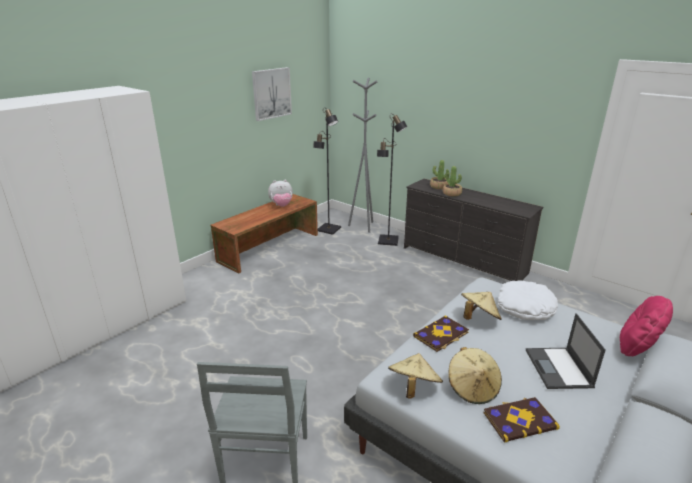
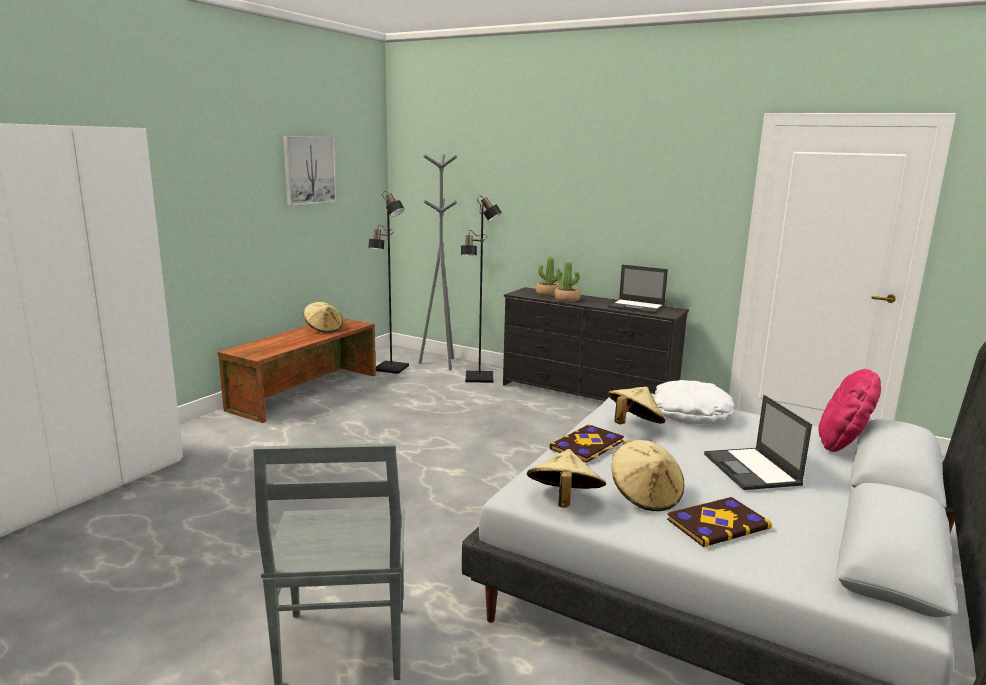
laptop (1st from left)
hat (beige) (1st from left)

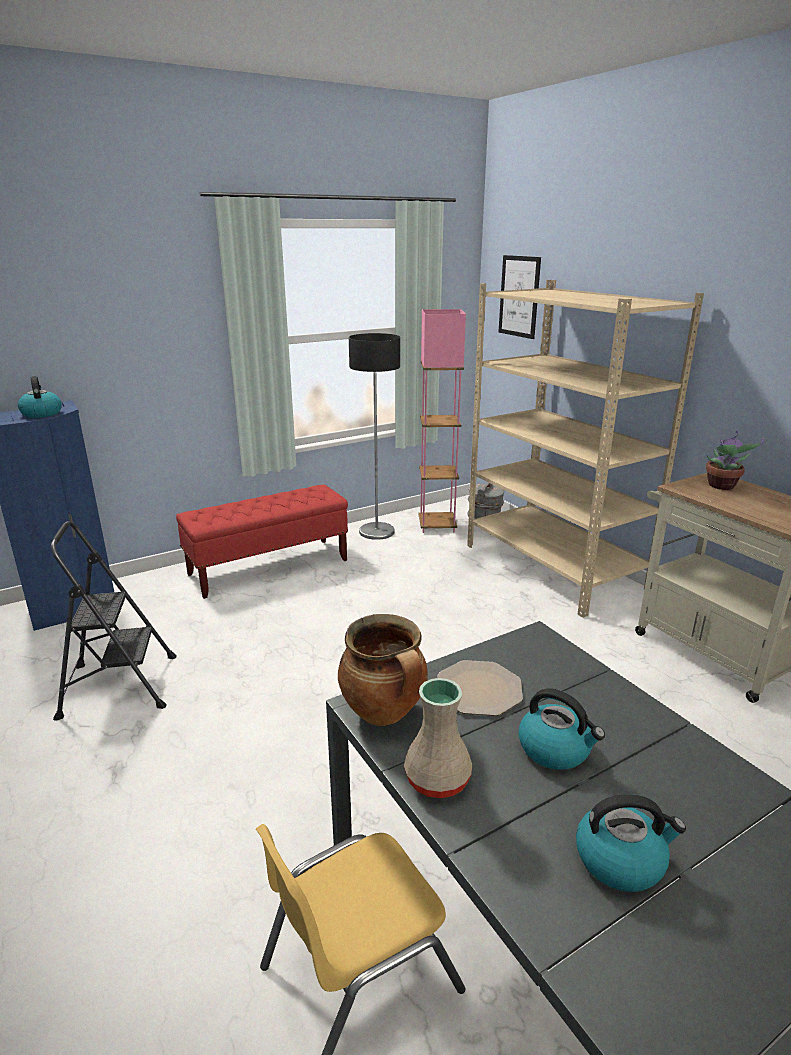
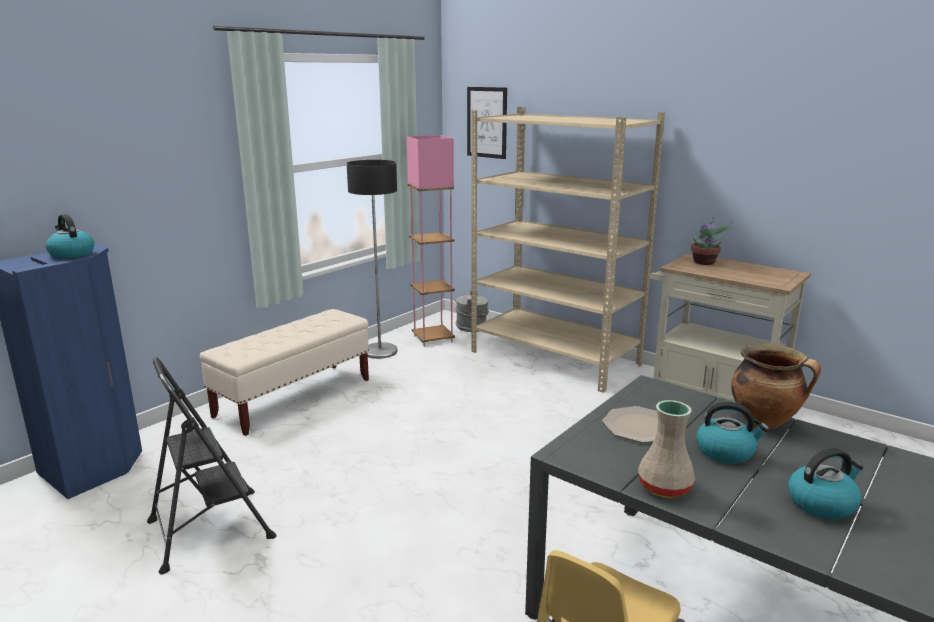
cooking pot
bench (beige)

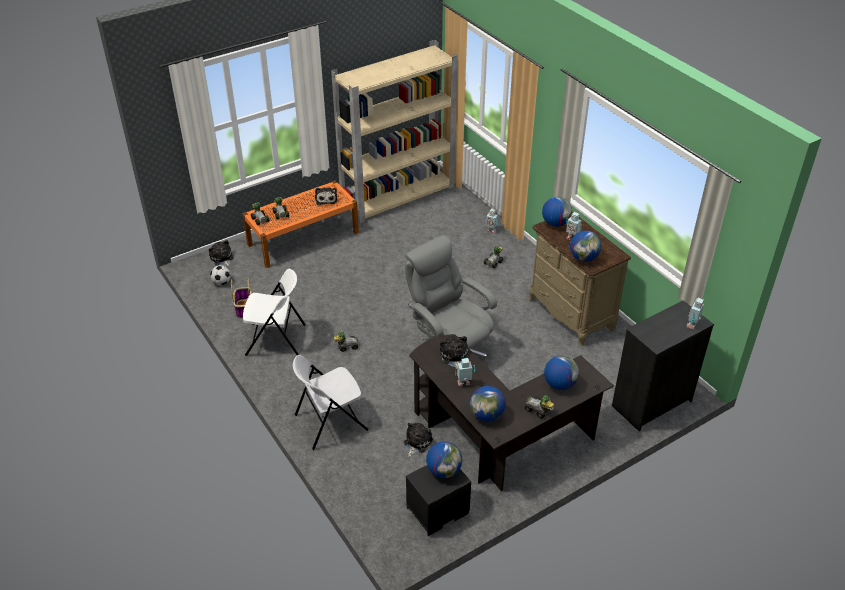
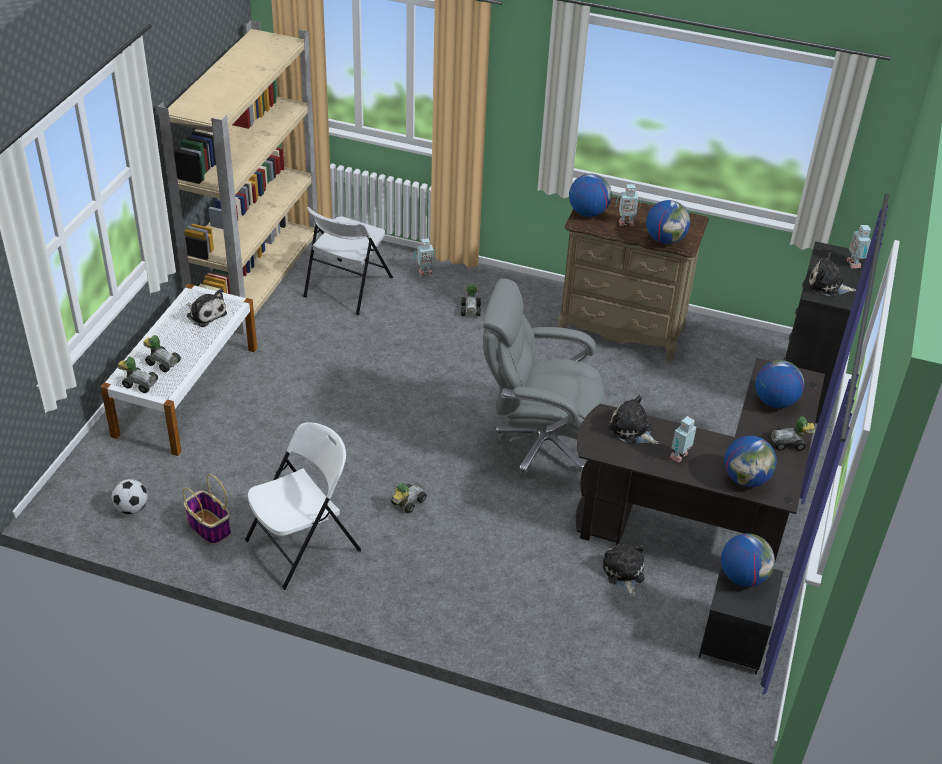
plush toy (4th from left)
chair (white) (2nd from left)
bench (white)

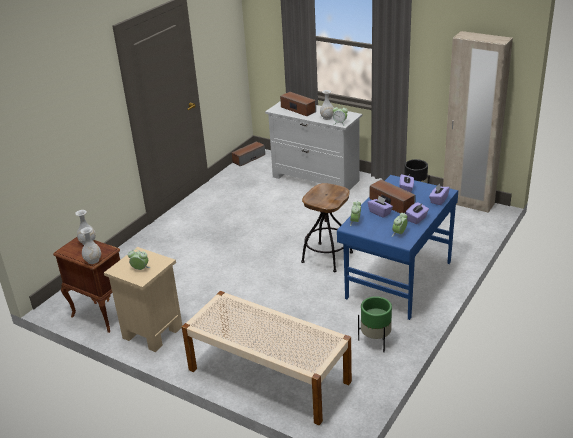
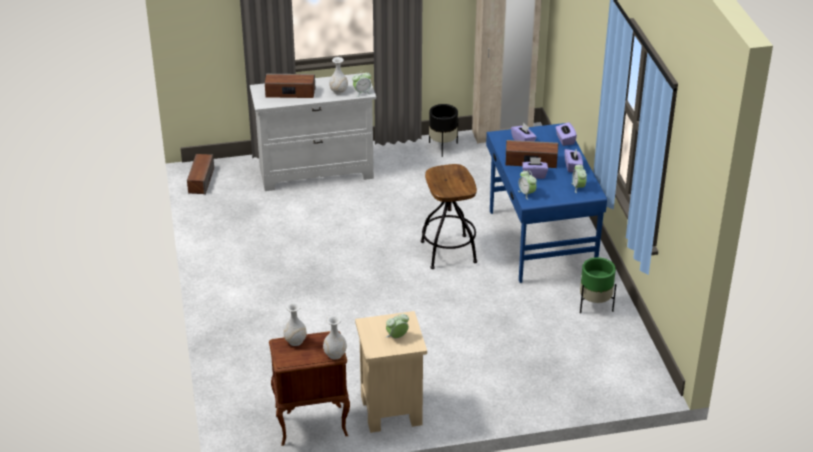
bench (beige)

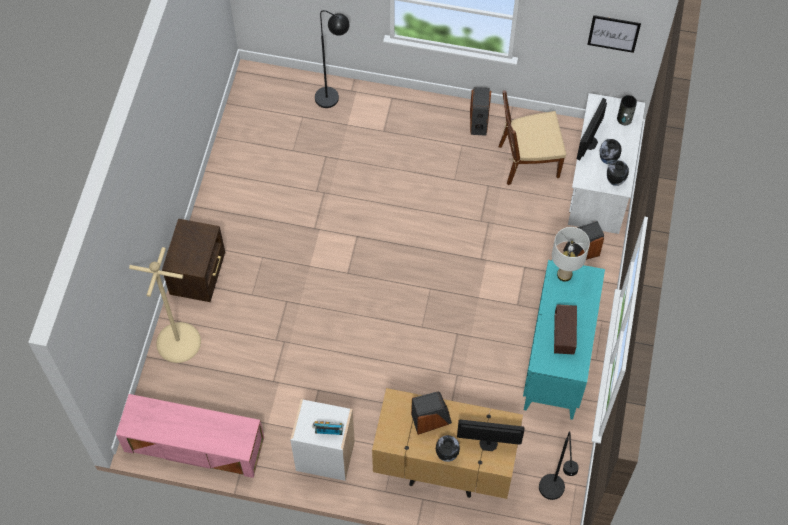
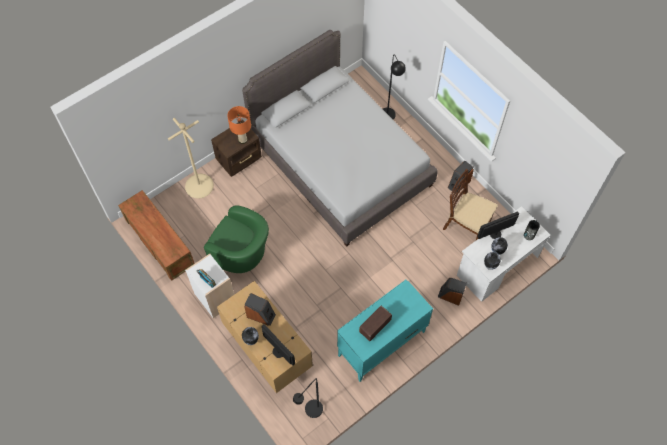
table lamp (white)
picture
armchair (green)
table lamp (orange)
bed (grey)
bench (brown)

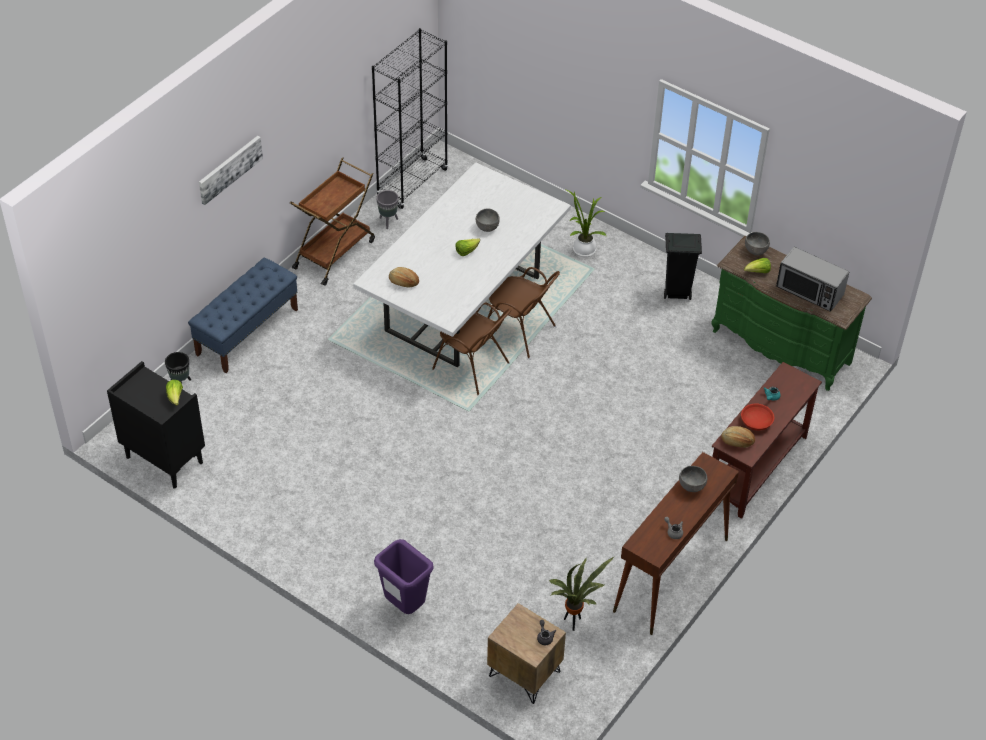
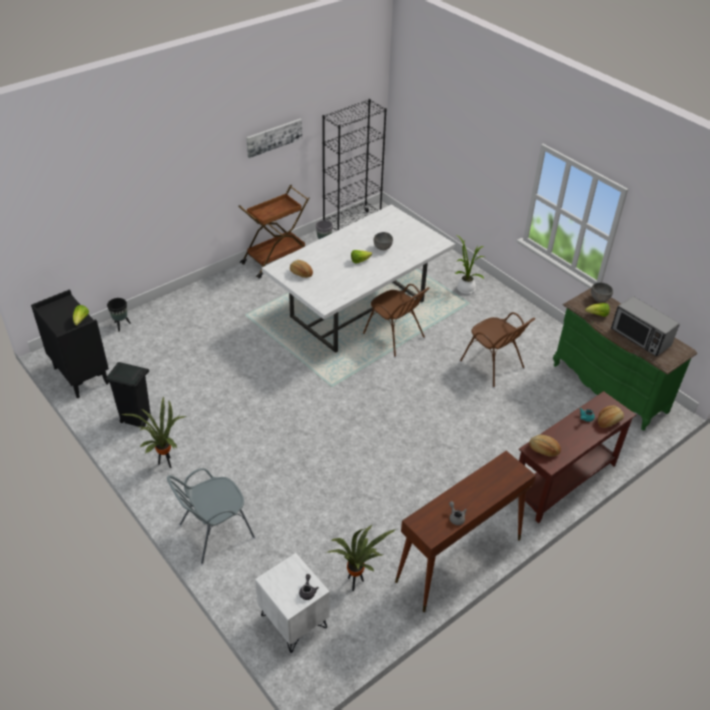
bench (blue)
bowl (grey) (2nd from left in the first image)
bowl (red)
potted plant (1st from left)
bread (3rd from left)
picture
chair (brown) (2nd from left)
trash can (black)
chair (grey)
nightstand (white)

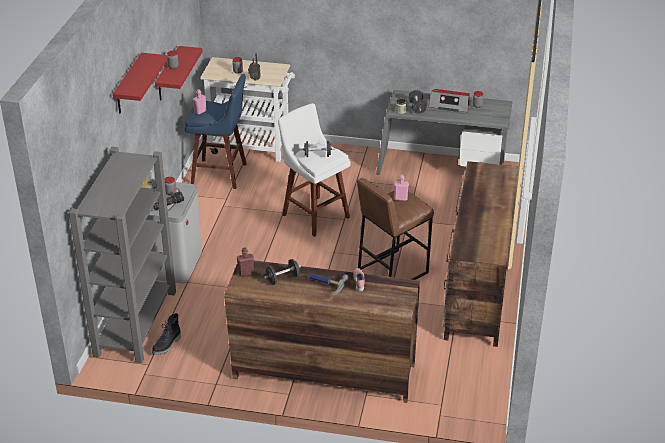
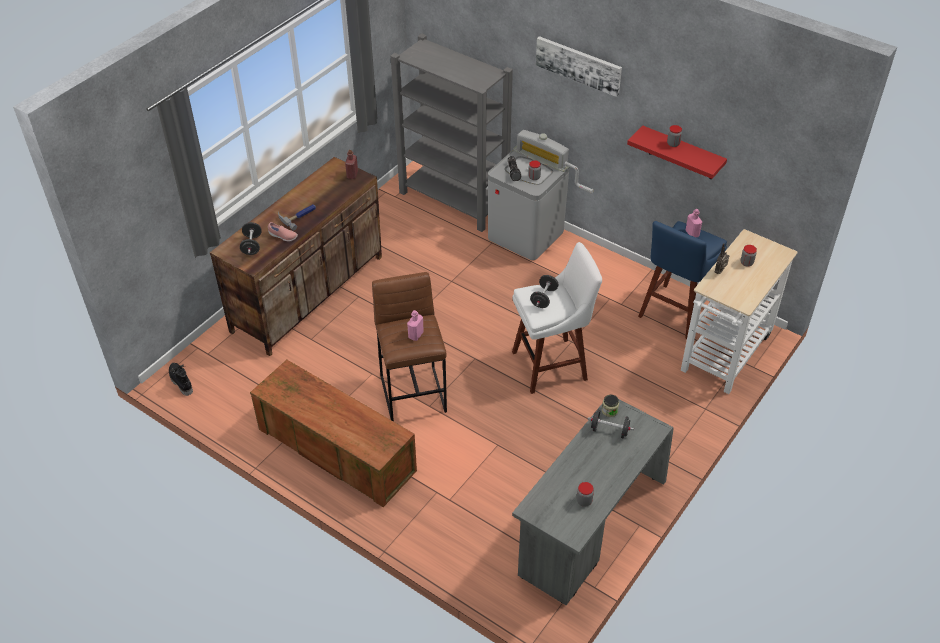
radio (2nd from left in the first image)
boot (black)
dumbbell (black) (1st from left)
picture
bench (brown)

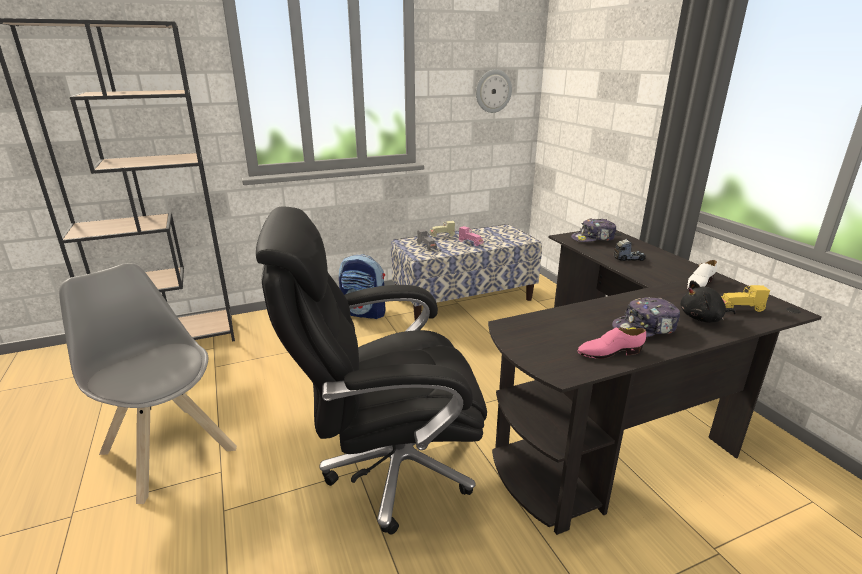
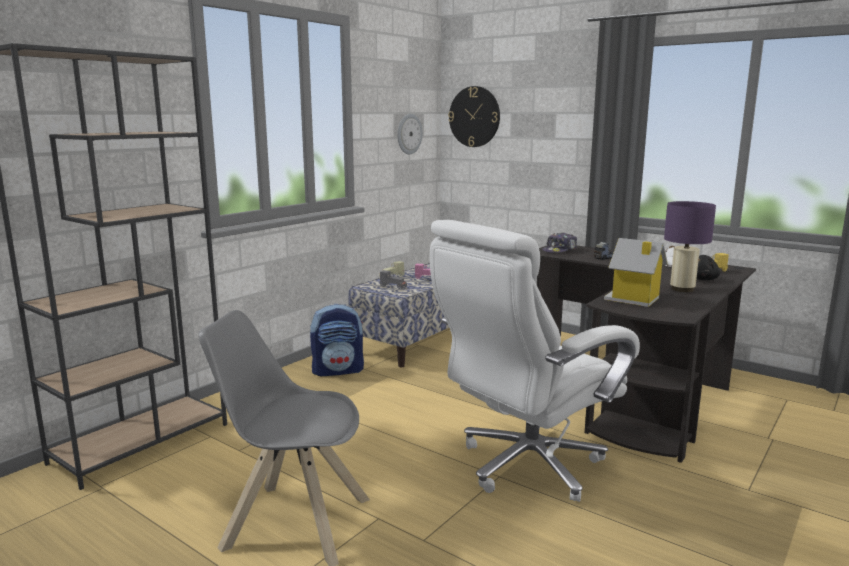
shoe (pink)
wall clock (2nd from left)
toy house
table lamp (purple)
office chair (white)

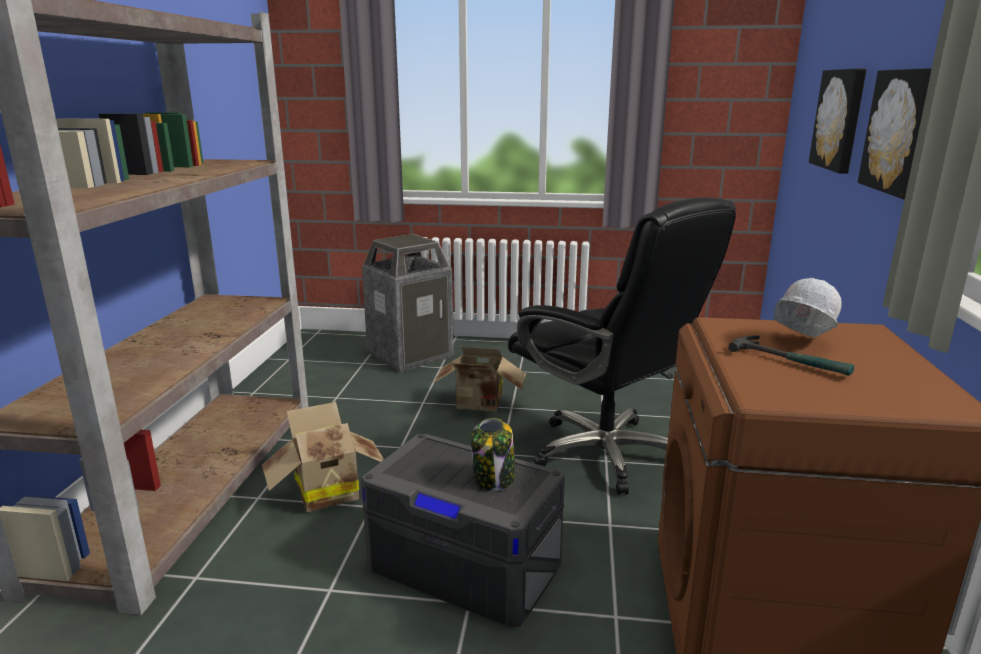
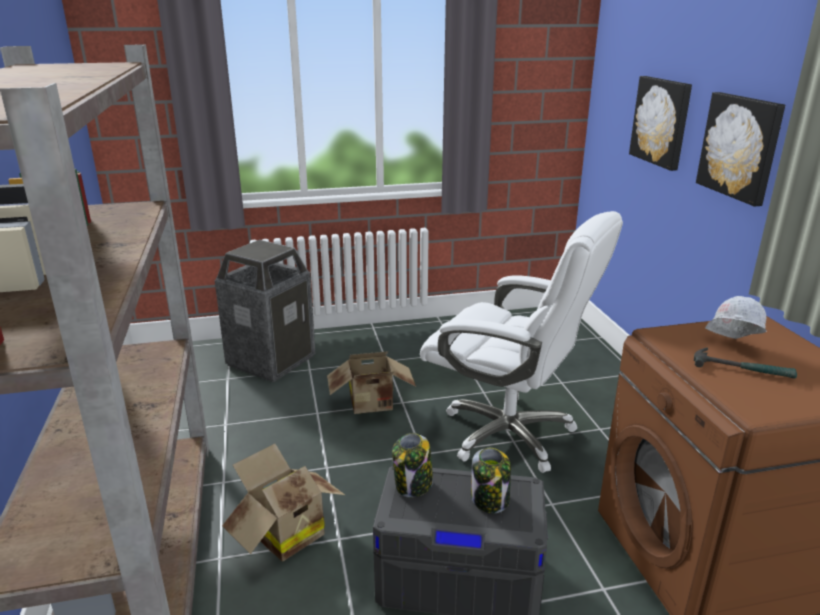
jar (1st from left)
office chair (white)

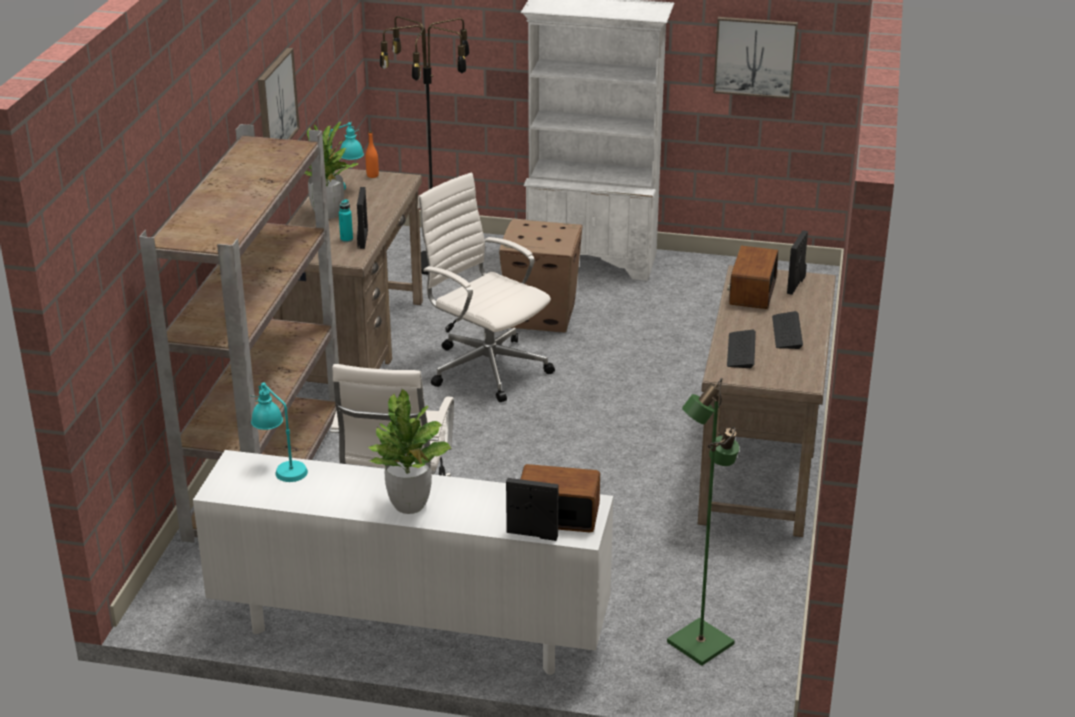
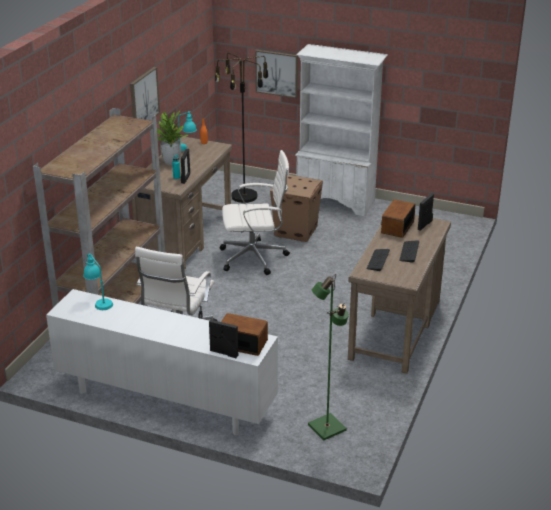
potted plant (2nd from left in the first image)
picture (2nd from left)
office chair (white) (2nd from left)

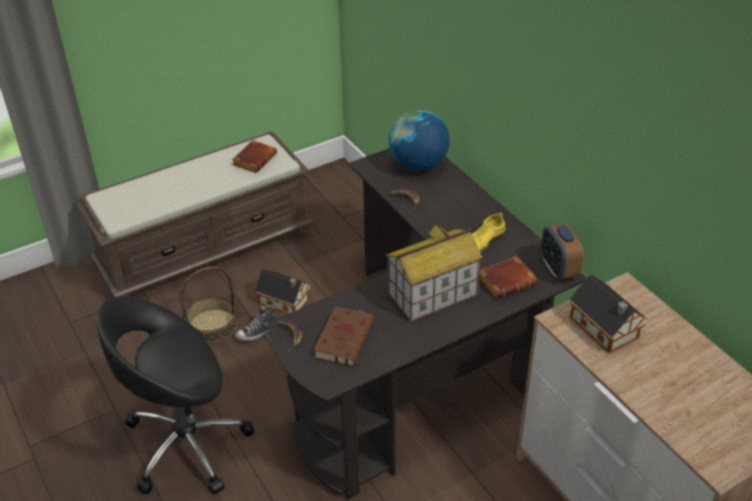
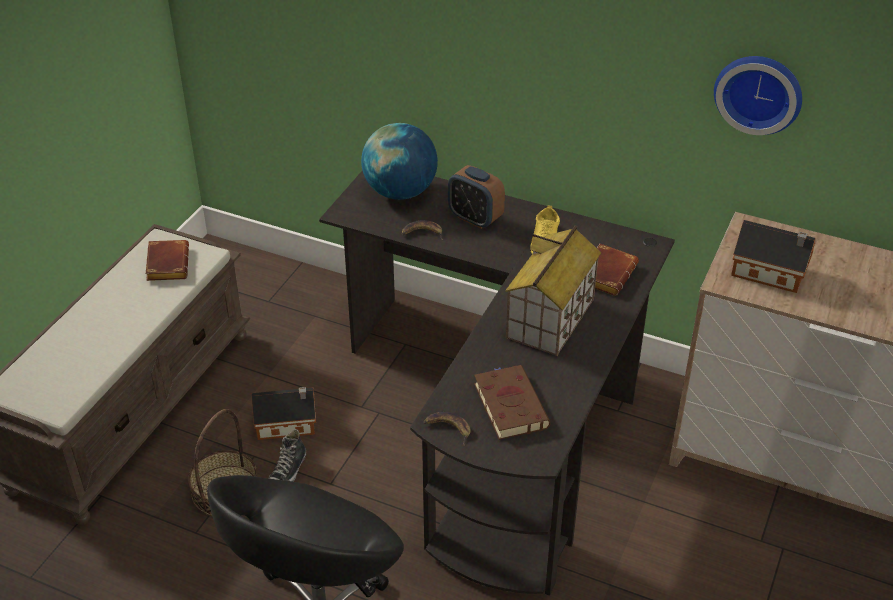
wall clock
alarm clock

